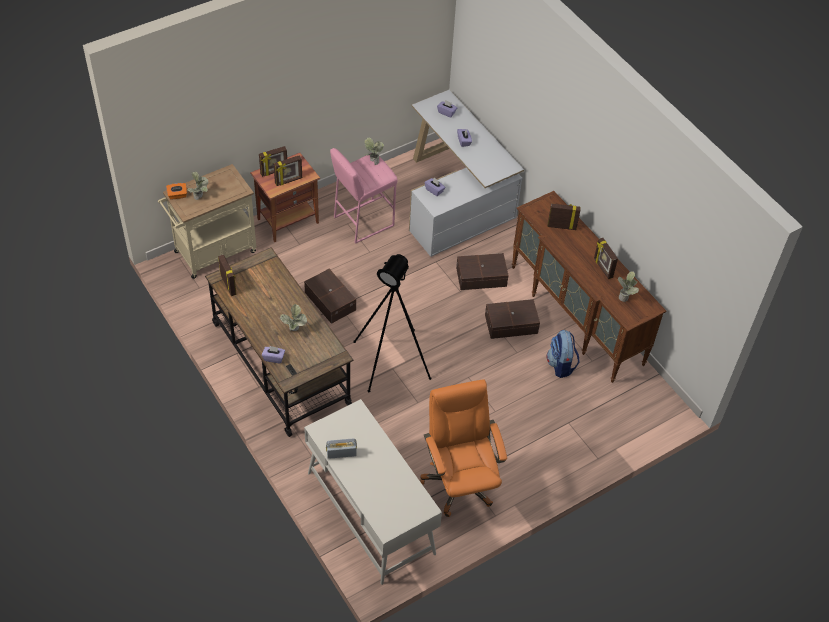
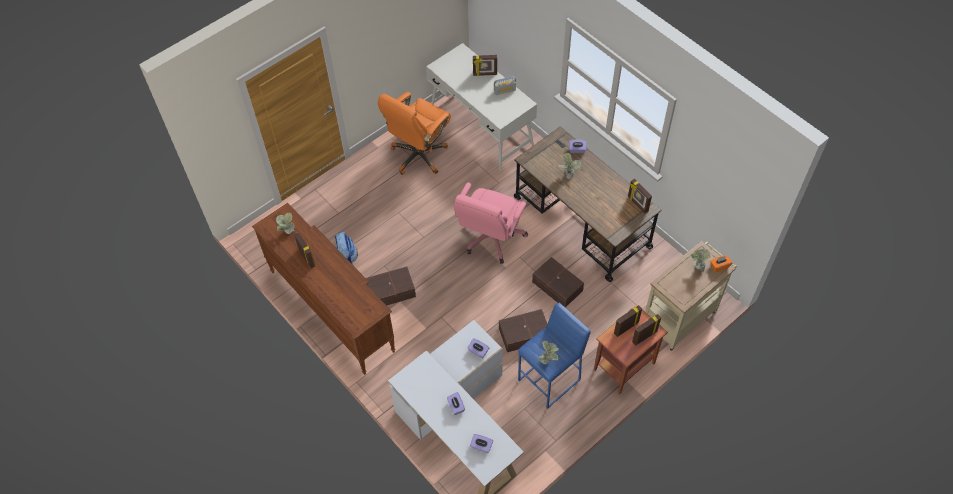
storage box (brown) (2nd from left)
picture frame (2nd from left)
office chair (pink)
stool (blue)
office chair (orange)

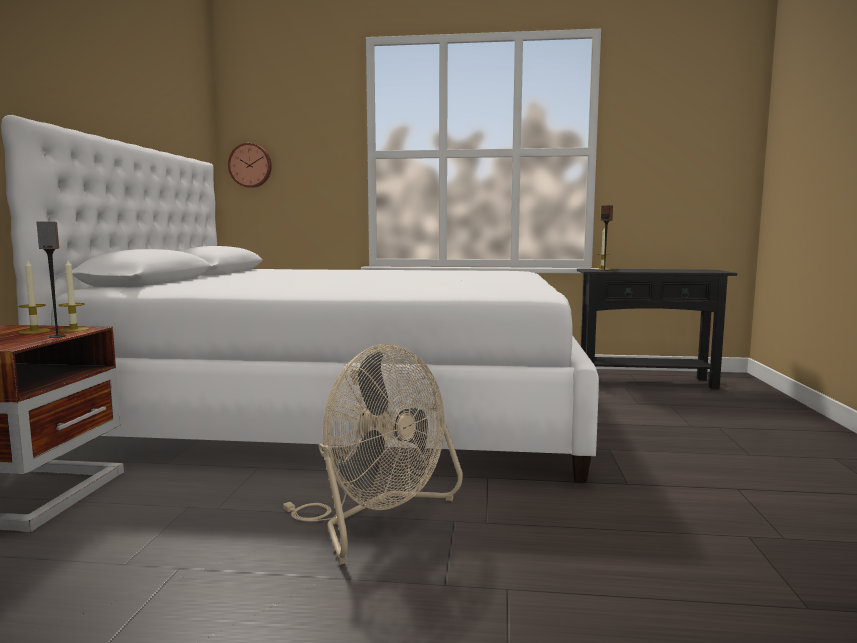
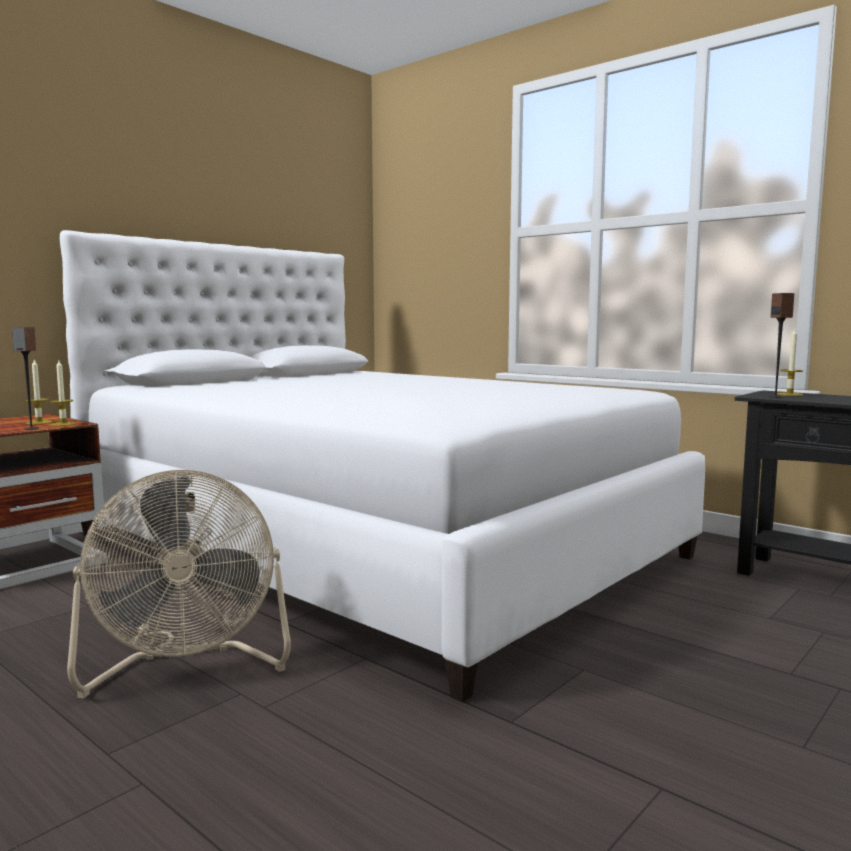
wall clock

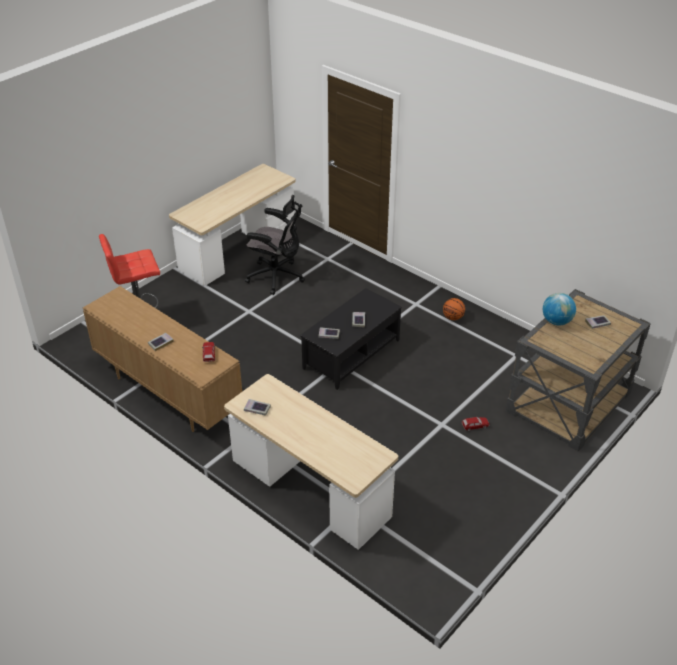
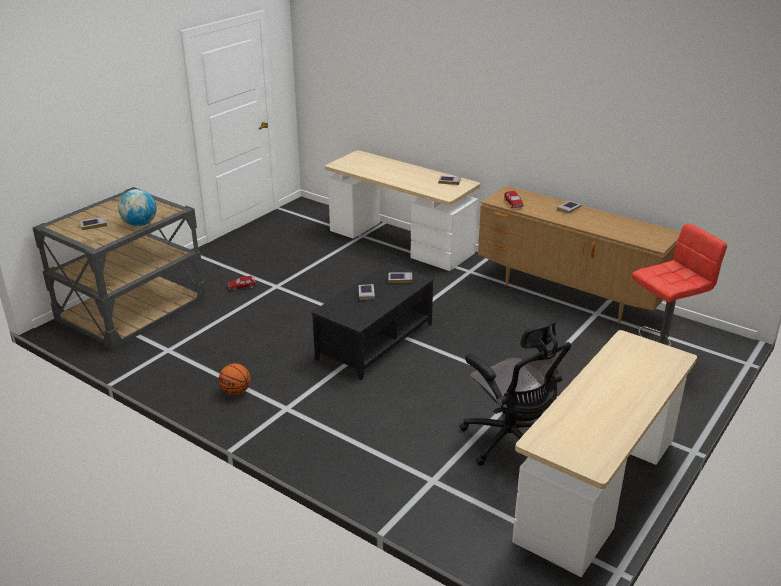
office chair

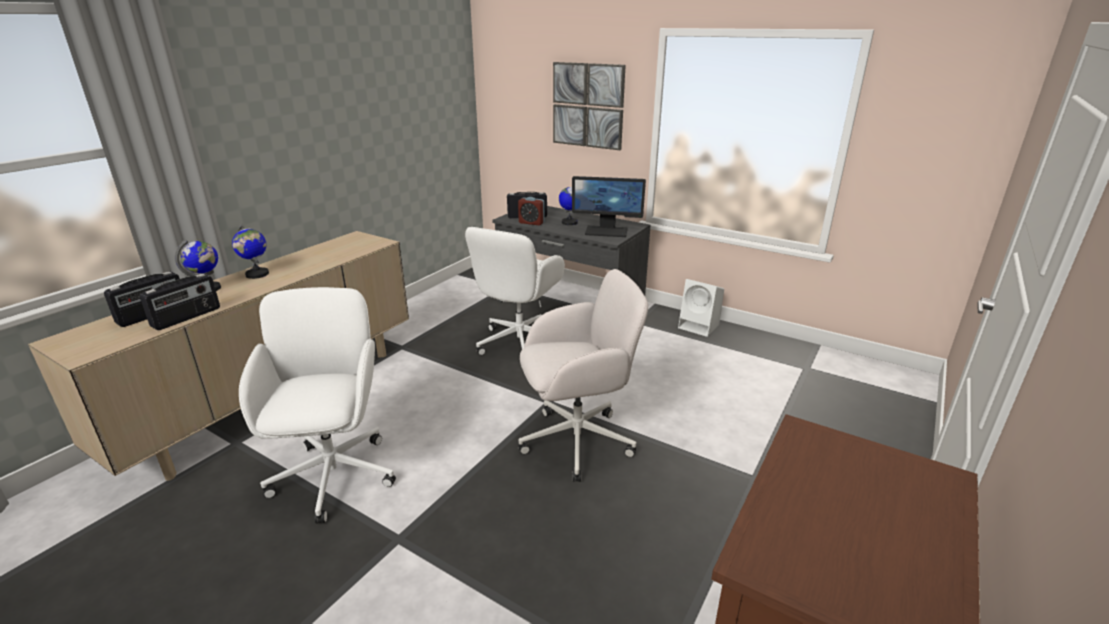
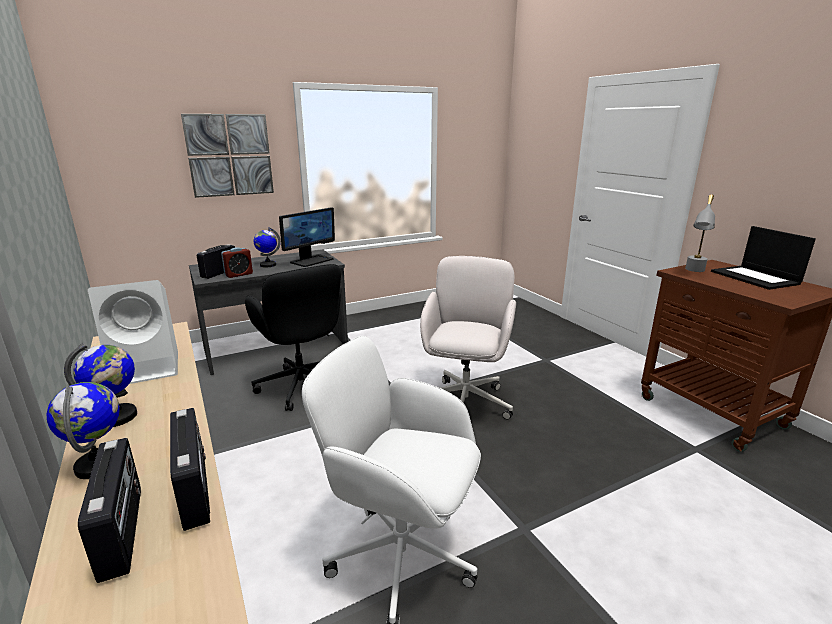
table lamp (grey)
laptop
speaker (white)
office chair (black)

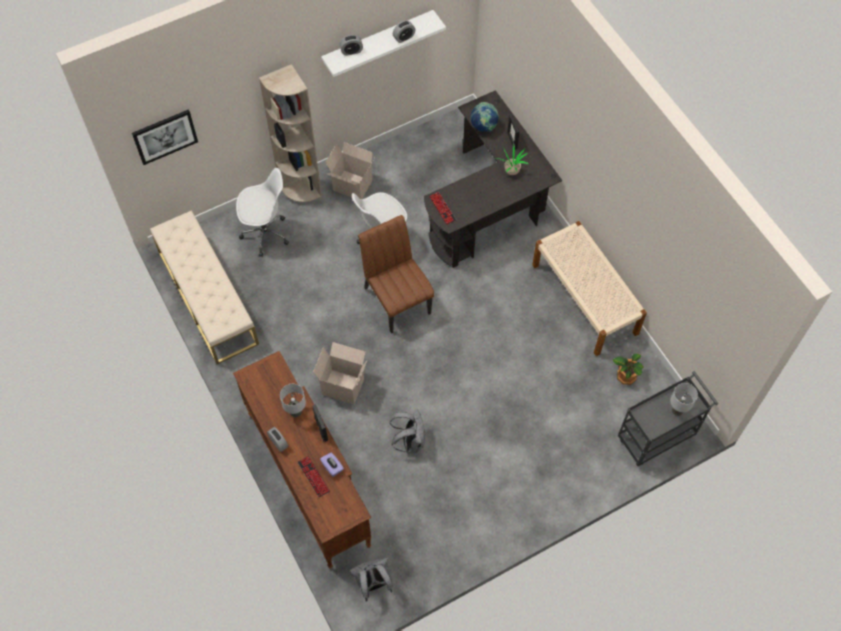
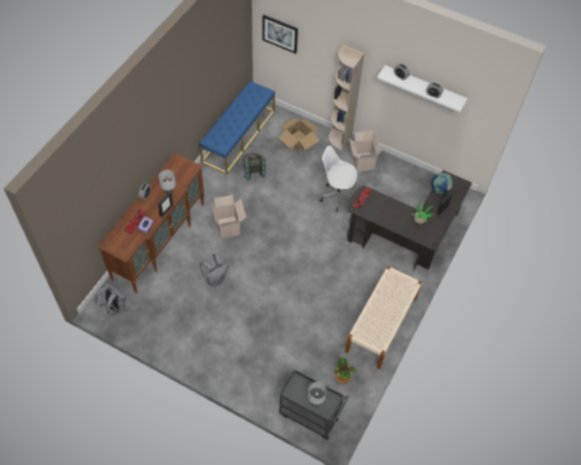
chair (brown)
backpack (grey) (3rd from left)
cardboard box (2nd from left)
bench (blue)

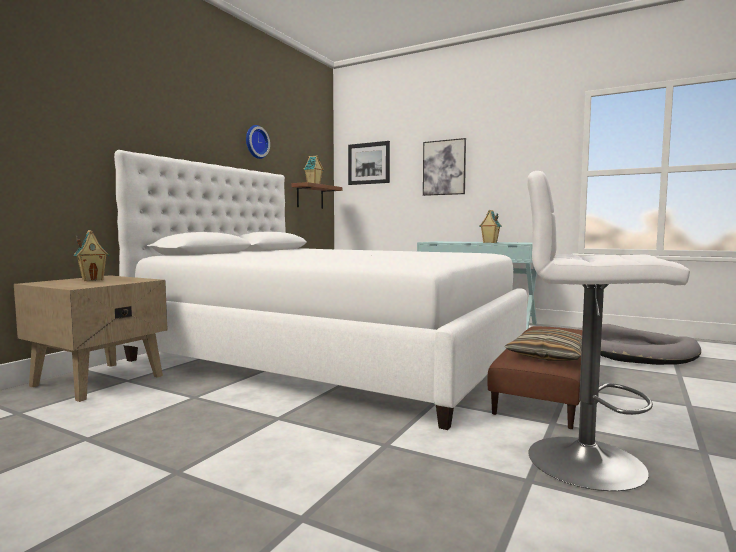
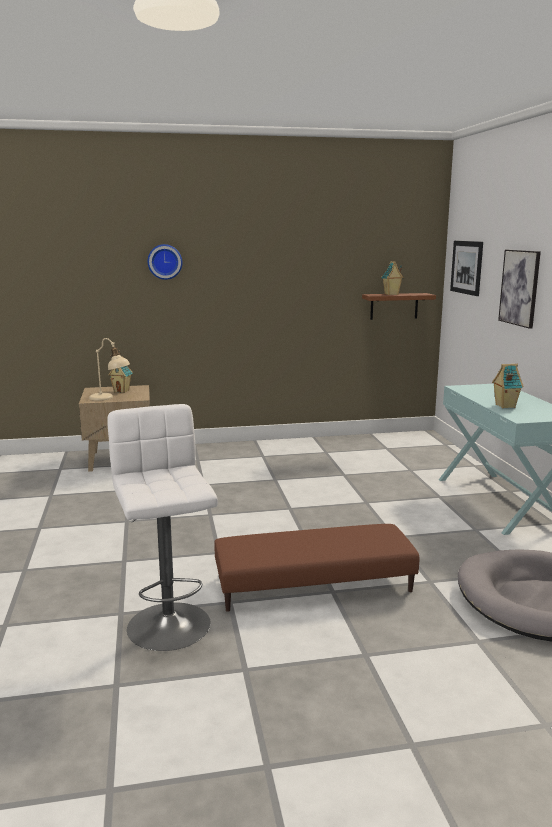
bed (white)
pillow
table lamp (beige)
wall clock

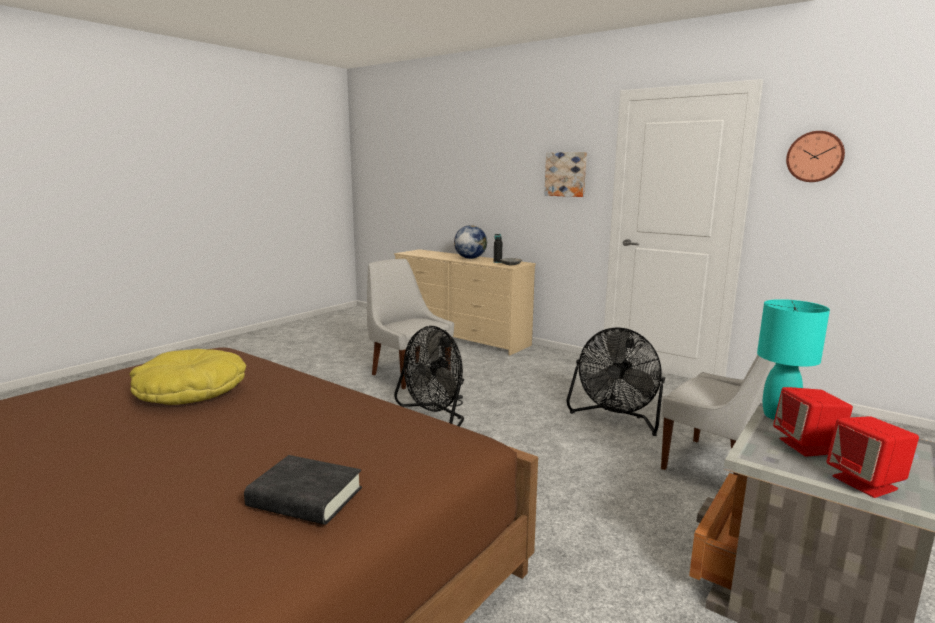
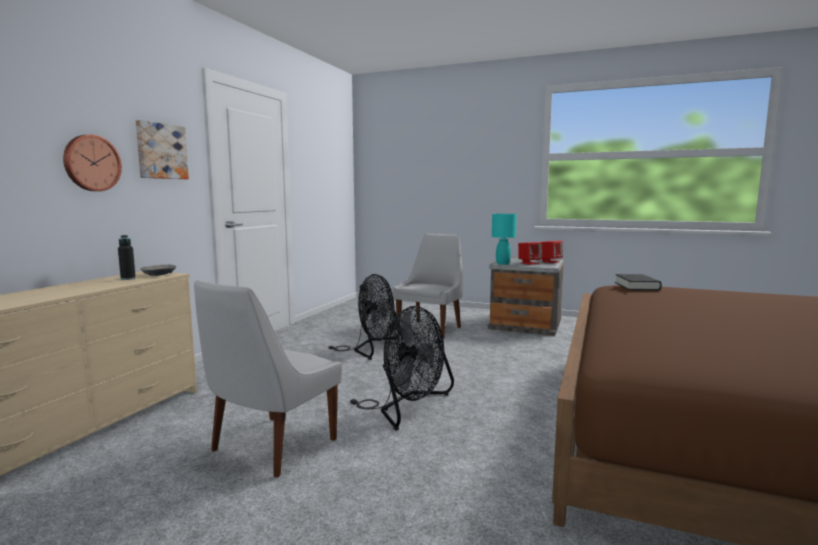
pillow (yellow)
globe
book (black)
wall clock

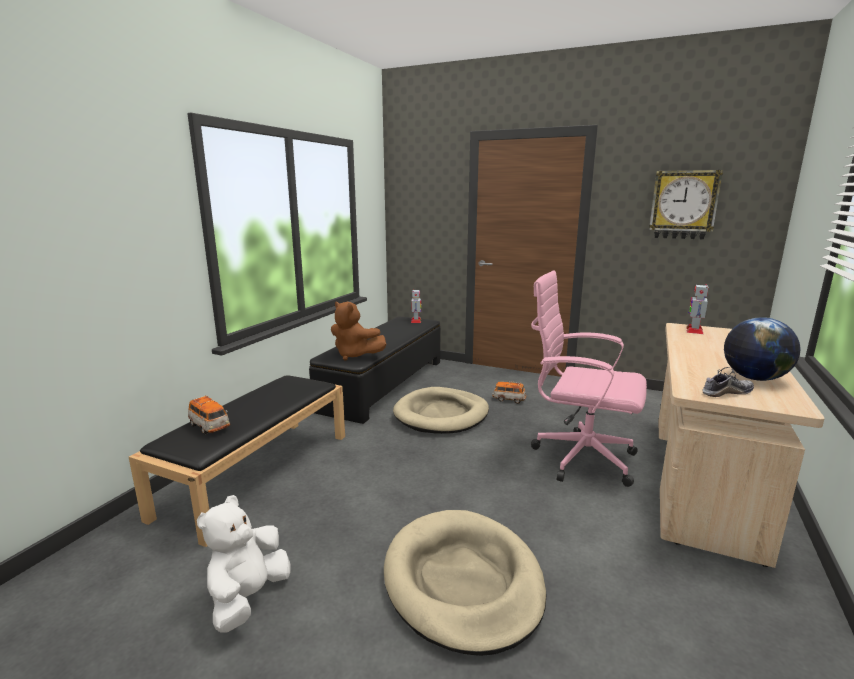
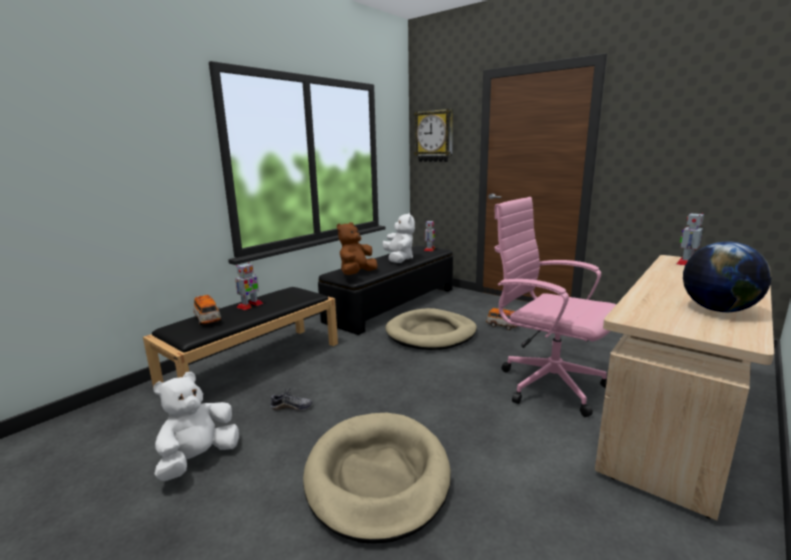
toy robot (1st from left)
plush toy (white) (2nd from left)
wall clock
shoe
plush toy (brown)

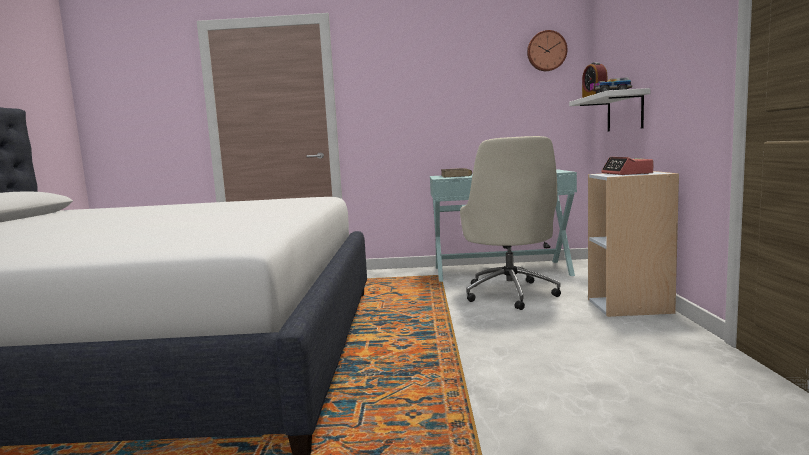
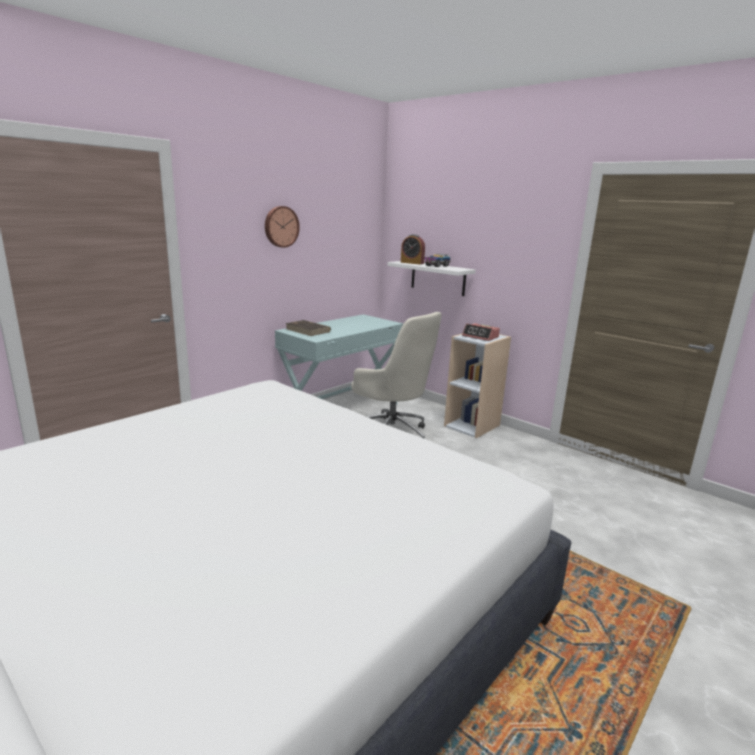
wall clock

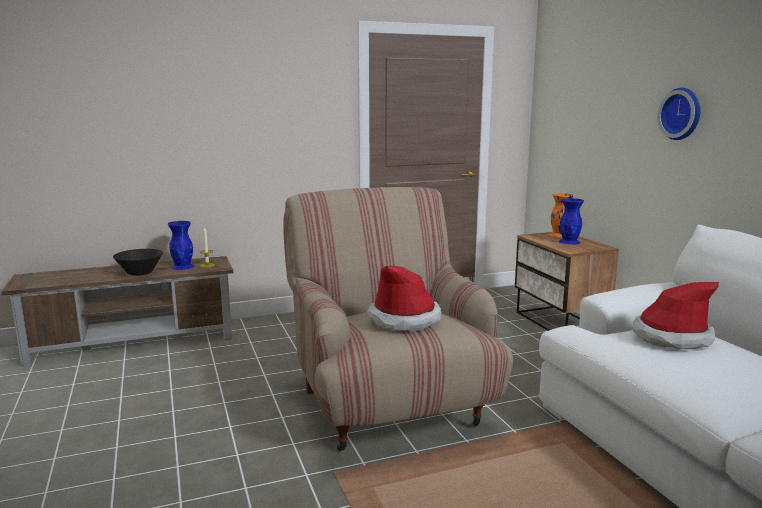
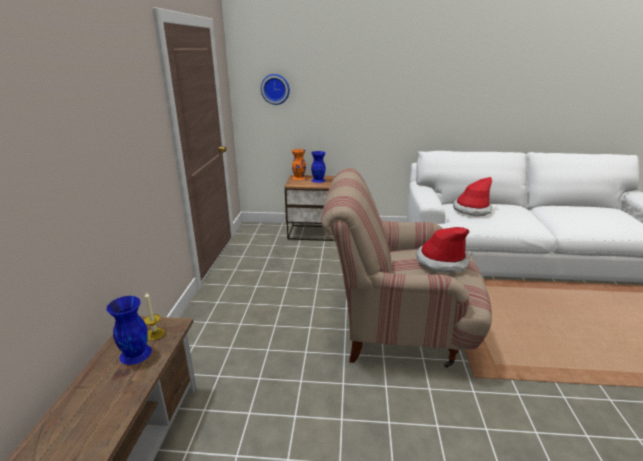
bowl (black)
wall clock

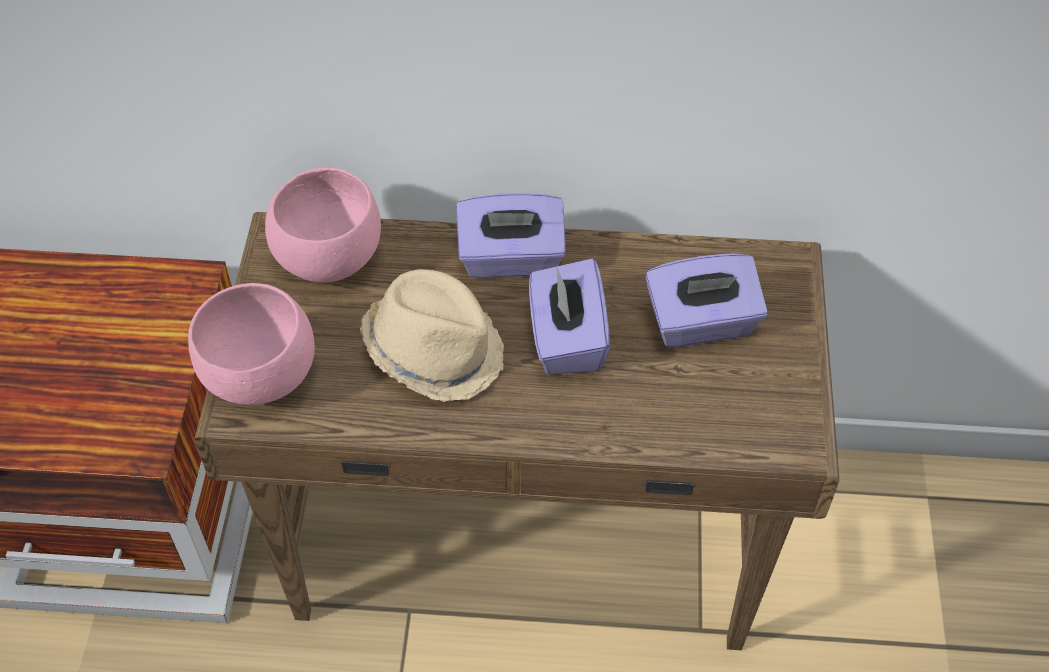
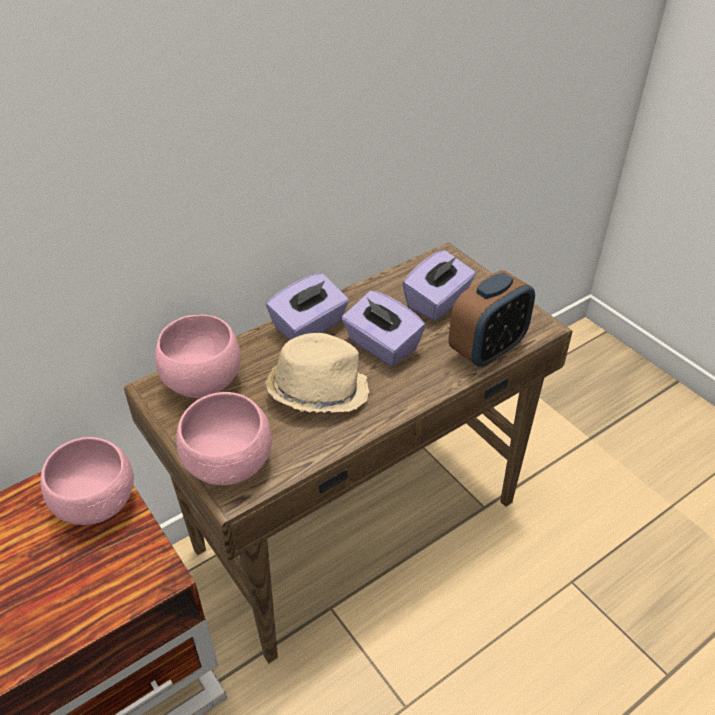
bowl (pink) (1st from left)
alarm clock

